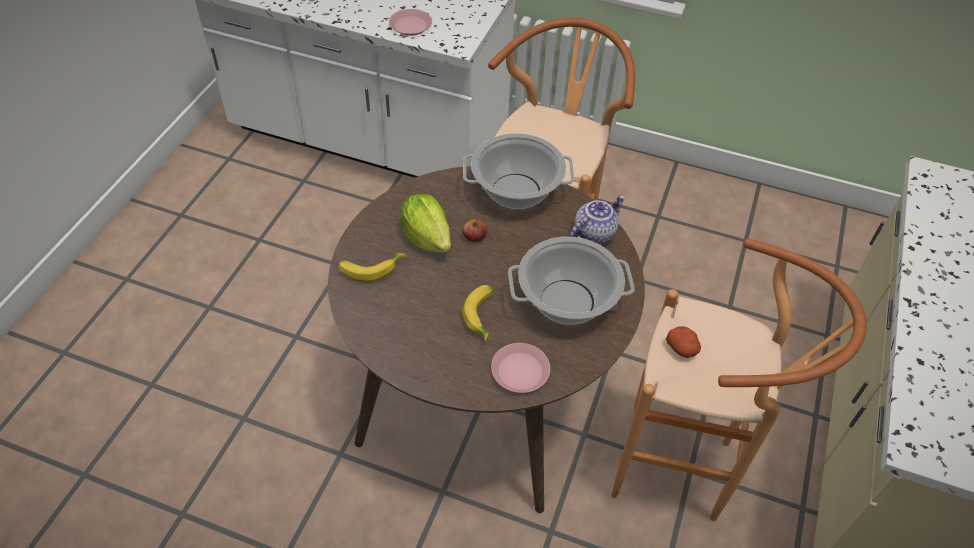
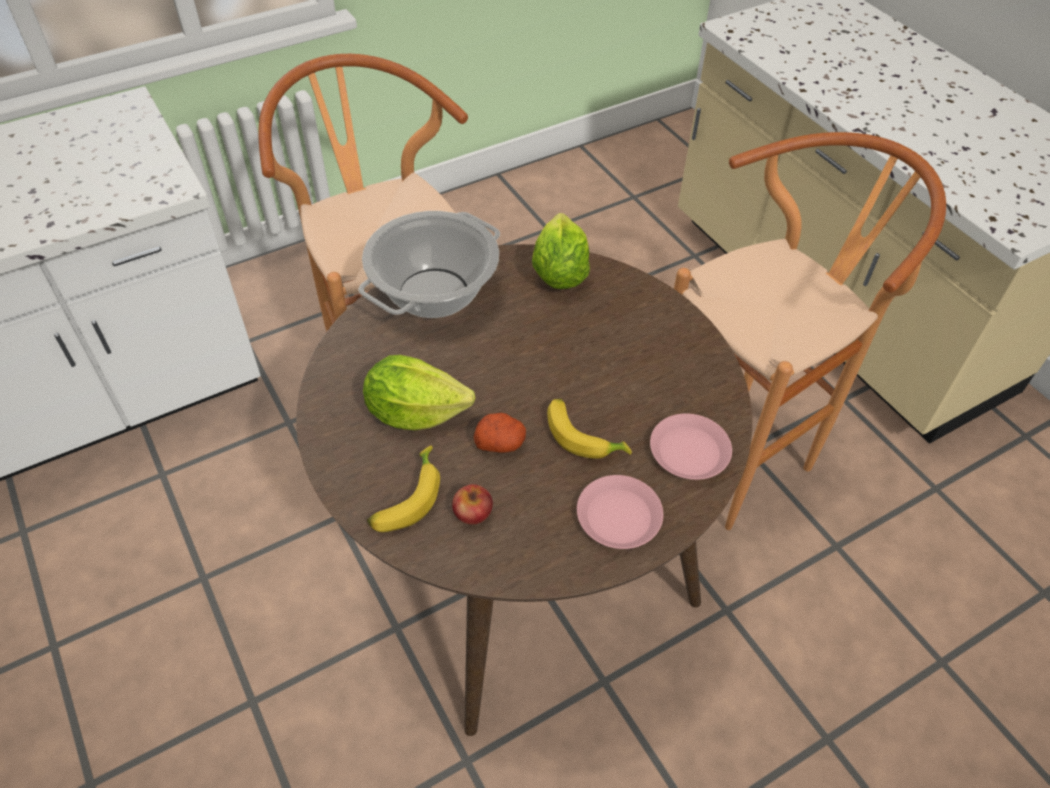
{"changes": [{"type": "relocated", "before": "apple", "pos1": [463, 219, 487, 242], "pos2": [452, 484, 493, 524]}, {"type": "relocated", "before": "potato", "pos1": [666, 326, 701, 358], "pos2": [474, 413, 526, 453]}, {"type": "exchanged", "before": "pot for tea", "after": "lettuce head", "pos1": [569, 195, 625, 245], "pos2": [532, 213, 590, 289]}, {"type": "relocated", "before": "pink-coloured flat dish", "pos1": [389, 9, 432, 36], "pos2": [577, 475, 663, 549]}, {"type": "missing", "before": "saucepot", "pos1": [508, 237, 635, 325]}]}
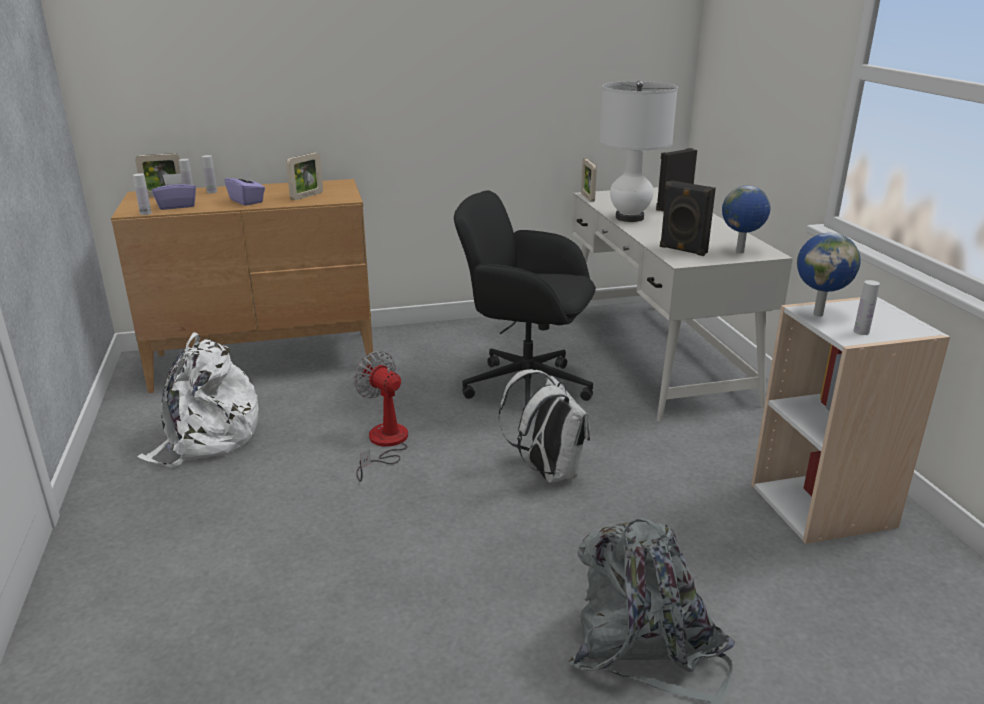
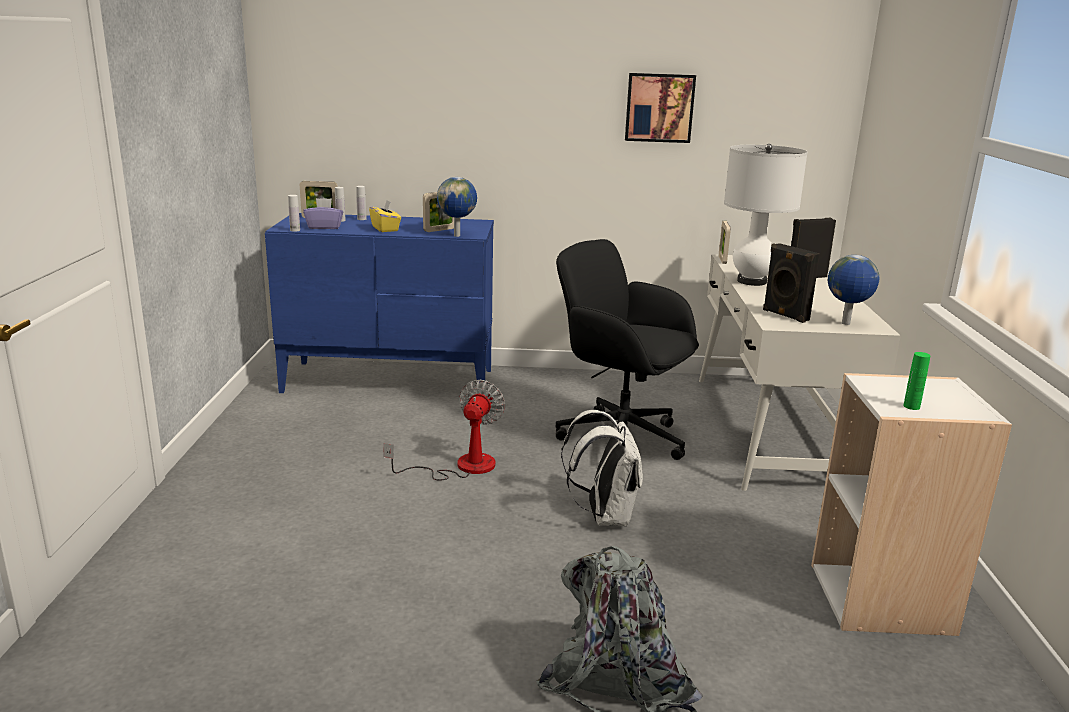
{"changes": [{"type": "colour", "before": "brownish cupboard", "after": "blue-coloured cupboard", "pos1": [111, 179, 373, 393], "pos2": [265, 213, 494, 393]}, {"type": "colour", "before": "purple box of tissues", "after": "yellowish box of tissues", "pos1": [224, 169, 265, 206], "pos2": [369, 200, 401, 232]}, {"type": "spun", "before": "cooling fan", "pos1": [354, 351, 408, 482], "pos2": [383, 380, 505, 481], "turn": 45}, {"type": "relocated", "before": "world globe", "pos1": [797, 233, 861, 317], "pos2": [437, 177, 477, 237]}, {"type": "appeared", "after": "wall art", "pos2": [625, 73, 696, 143]}, {"type": "colour", "before": "white-coloured beverage bottle", "after": "green beverage bottle", "pos1": [854, 280, 880, 335], "pos2": [903, 352, 930, 410]}, {"type": "missing", "before": "white-coloured backpack", "pos1": [137, 332, 259, 468]}]}
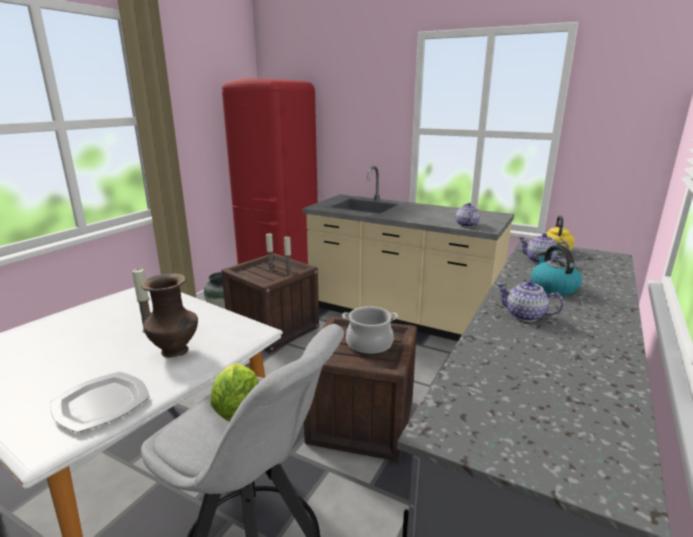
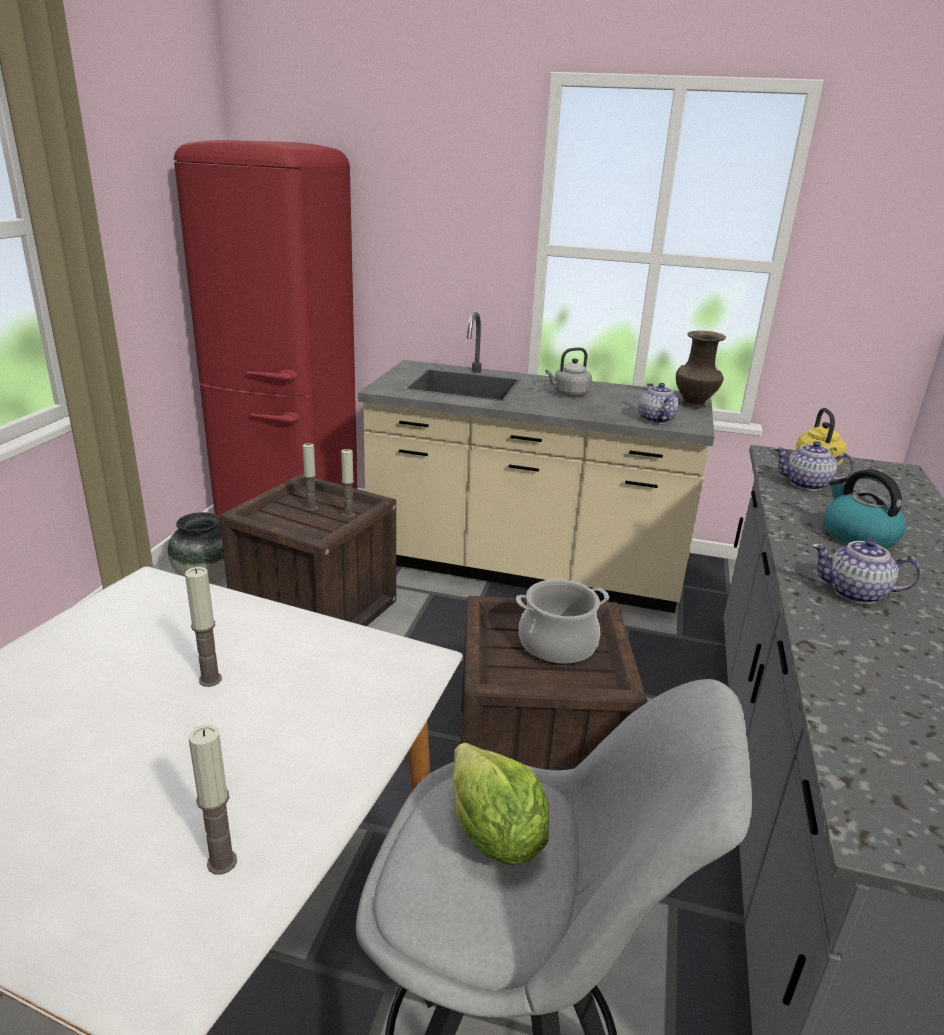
{"changes": [{"type": "exchanged", "before": "flat dish", "after": "wax candle", "pos1": [50, 371, 150, 433], "pos2": [188, 724, 237, 875]}, {"type": "appeared", "after": "gray kettle", "pos2": [546, 348, 592, 397]}, {"type": "relocated", "before": "brownish flower vase", "pos1": [141, 273, 198, 358], "pos2": [676, 331, 726, 408]}]}
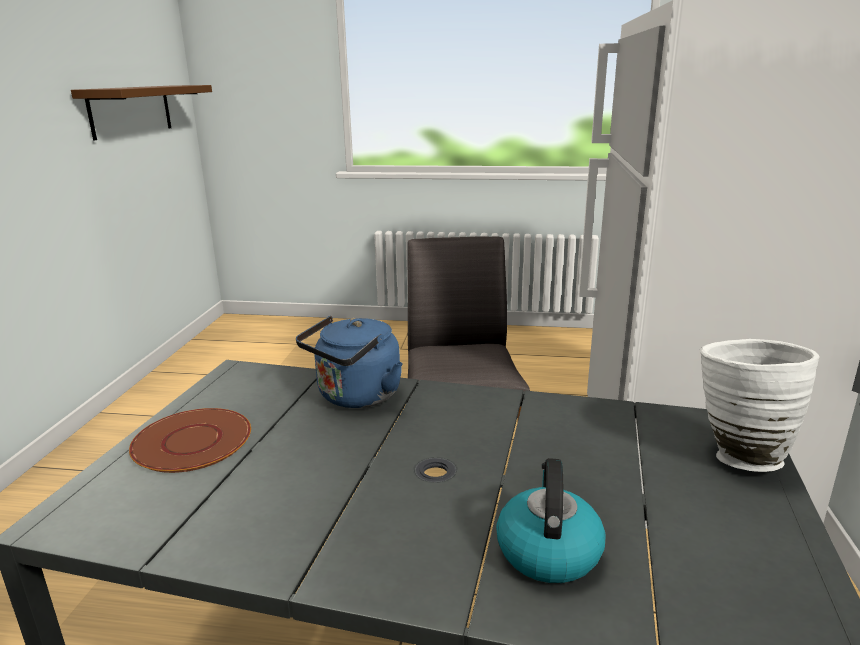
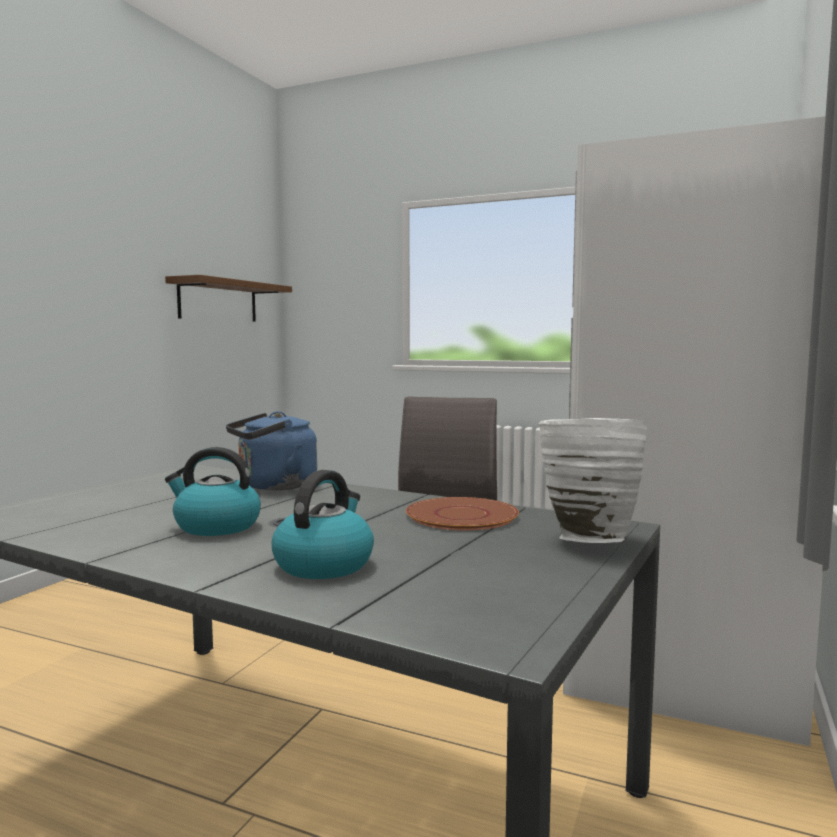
{"changes": [{"type": "appeared", "after": "kettle", "pos2": [165, 447, 261, 536]}, {"type": "relocated", "before": "brownish flat dish", "pos1": [129, 408, 251, 473], "pos2": [406, 497, 519, 530]}]}
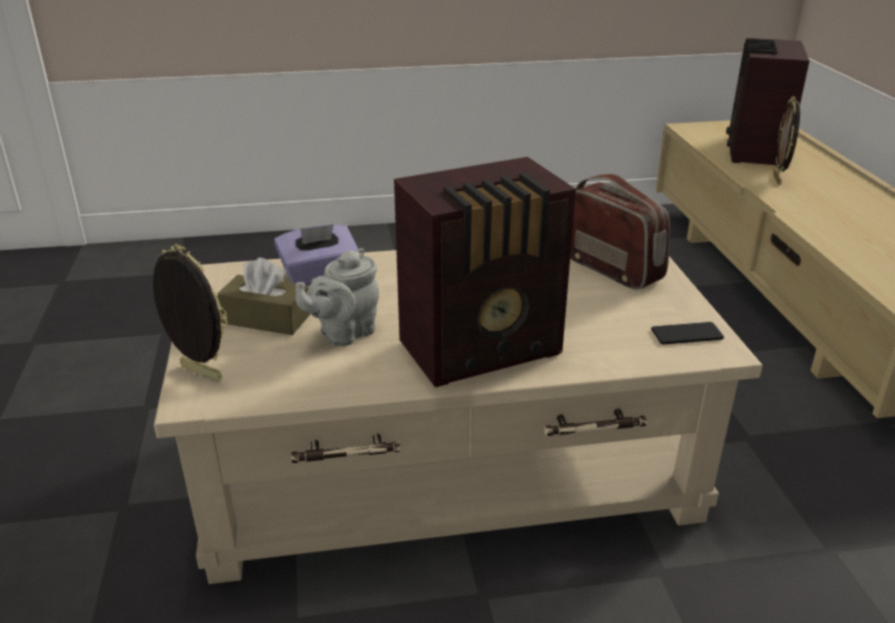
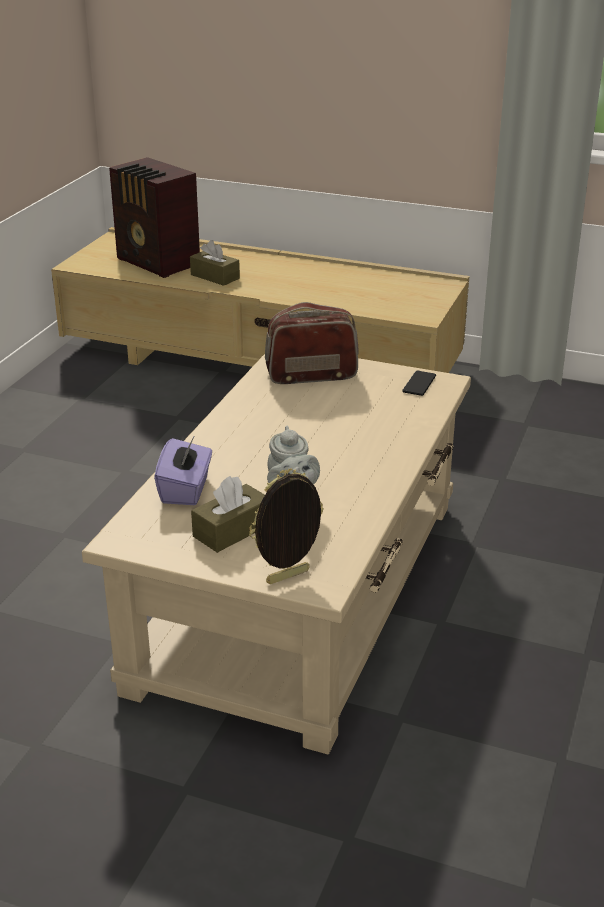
{"changes": [{"type": "exchanged", "before": "standing frame", "after": "brownish box of tissues", "pos1": [773, 96, 800, 185], "pos2": [190, 240, 240, 286]}, {"type": "missing", "before": "radio set", "pos1": [394, 157, 576, 387]}]}
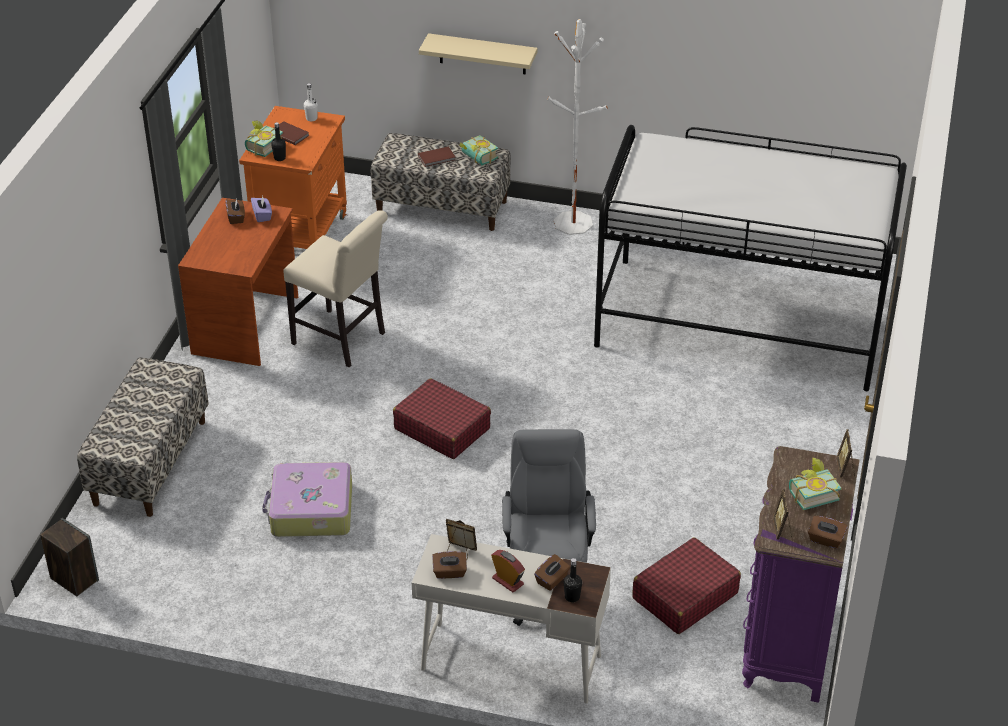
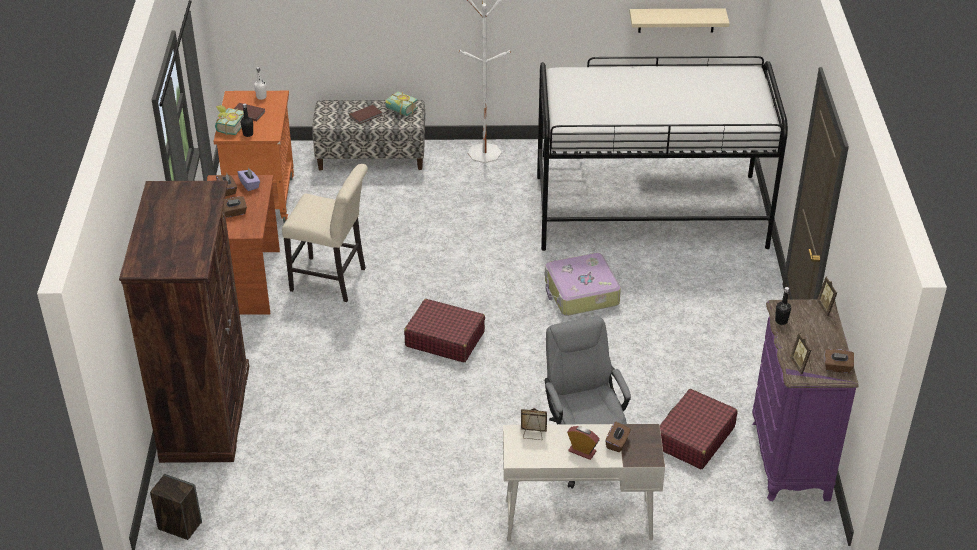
{"changes": [{"type": "exchanged", "before": "bench", "after": "brownish wardrobe", "pos1": [77, 357, 209, 517], "pos2": [119, 181, 249, 463]}, {"type": "relocated", "before": "brownish box of tissues", "pos1": [432, 551, 467, 579], "pos2": [224, 196, 247, 218]}, {"type": "relocated", "before": "piece of luggage", "pos1": [262, 462, 352, 537], "pos2": [545, 253, 621, 316]}, {"type": "relocated", "before": "beige bracket shelf", "pos1": [419, 33, 538, 74], "pos2": [629, 8, 730, 33]}, {"type": "relocated", "before": "black beverage bottle", "pos1": [564, 558, 582, 602], "pos2": [775, 287, 791, 325]}, {"type": "missing", "before": "book", "pos1": [789, 458, 842, 510]}]}
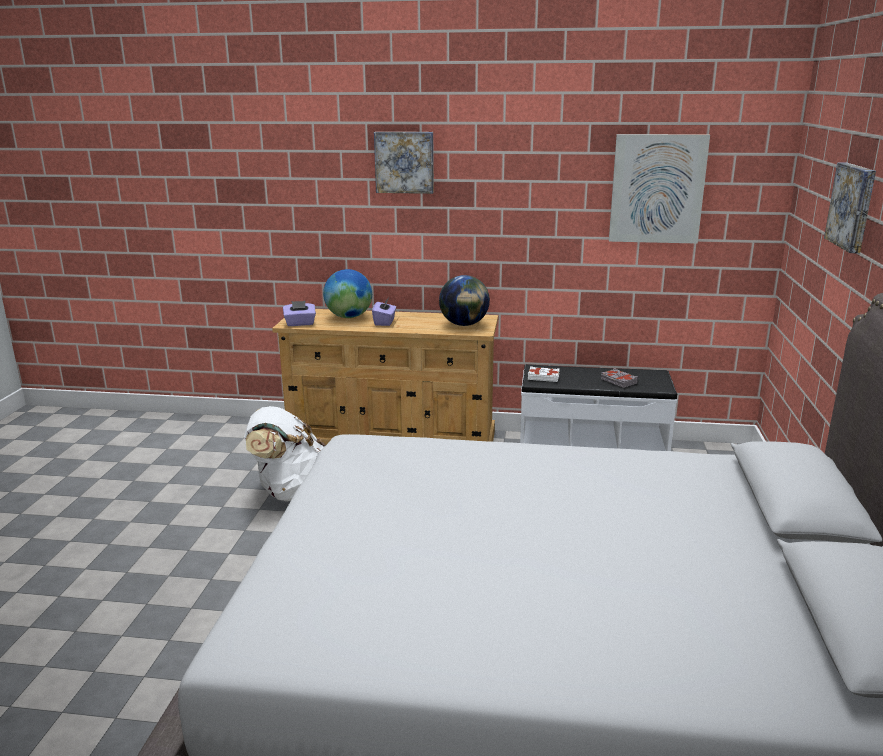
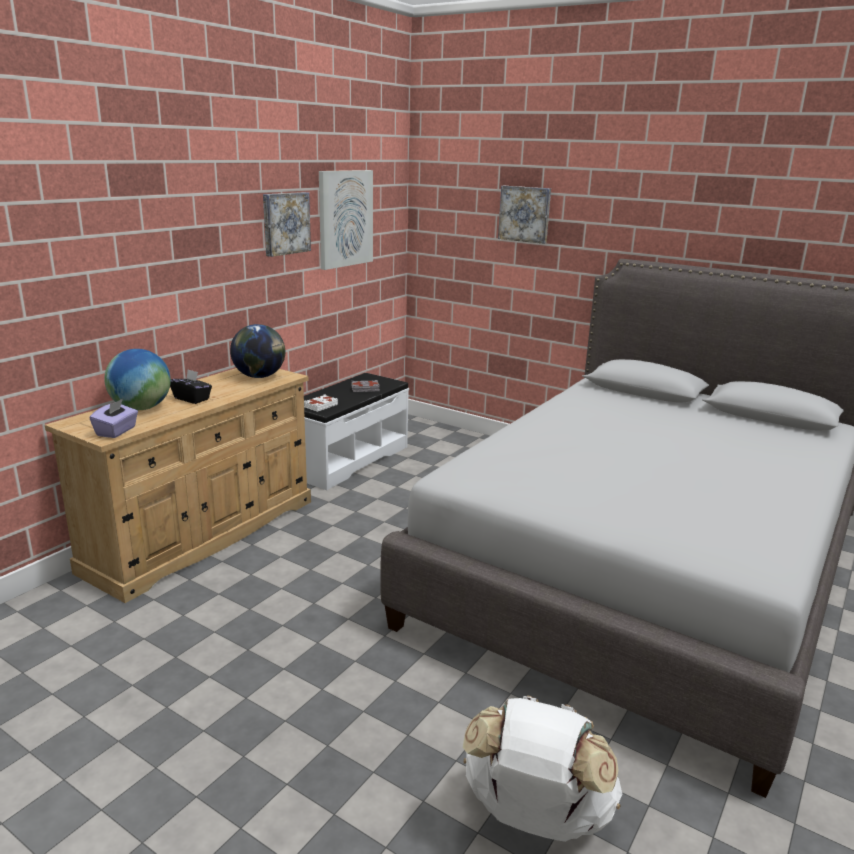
{"changes": [{"type": "colour", "before": "purple box of tissues", "after": "black box of tissues", "pos1": [372, 298, 396, 326], "pos2": [170, 369, 212, 404]}, {"type": "relocated", "before": "wall art", "pos1": [374, 132, 434, 194], "pos2": [263, 192, 311, 257]}, {"type": "relocated", "before": "white-coloured backpack", "pos1": [244, 406, 326, 502], "pos2": [463, 695, 622, 842]}]}
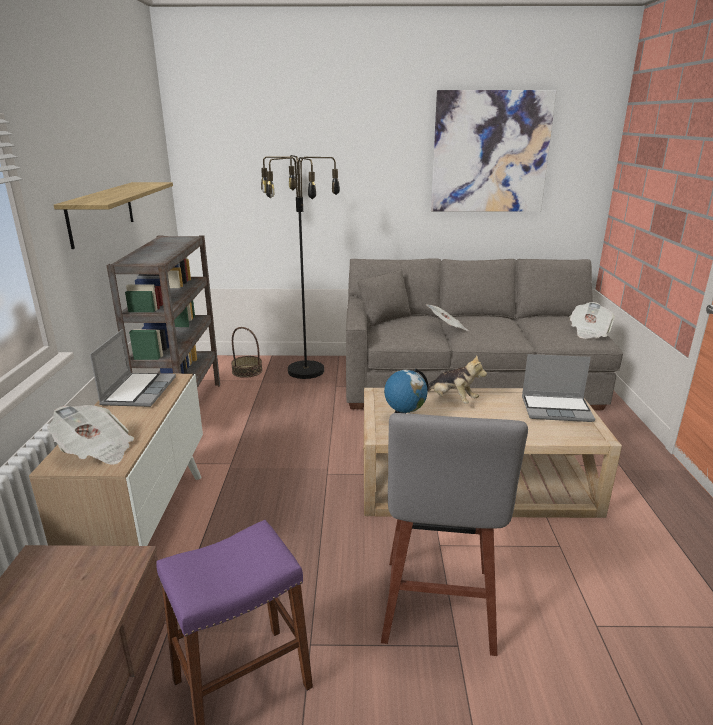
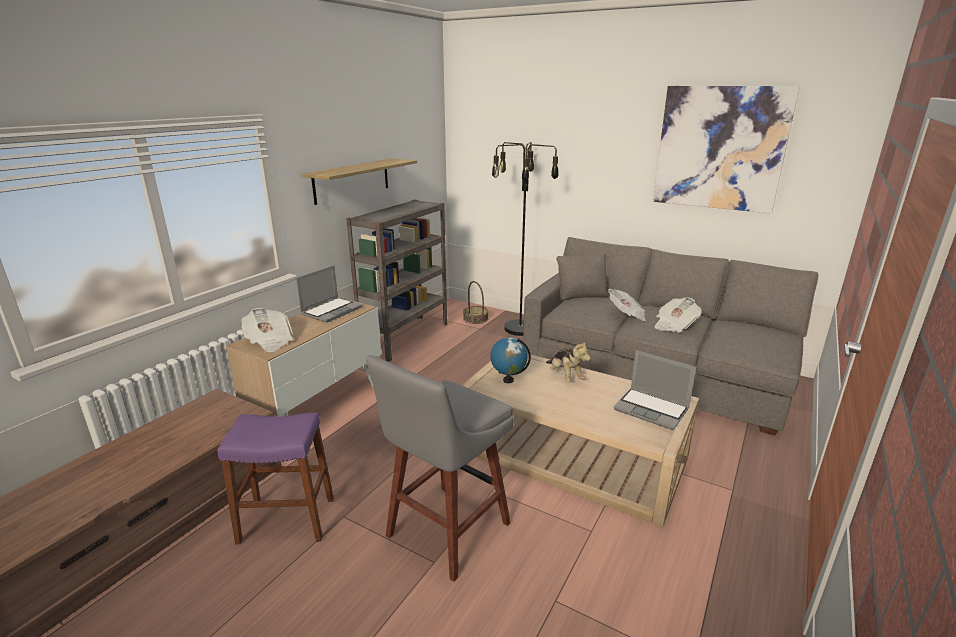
{"changes": [{"type": "relocated", "before": "daily paper", "pos1": [569, 302, 615, 339], "pos2": [654, 298, 702, 333]}]}
